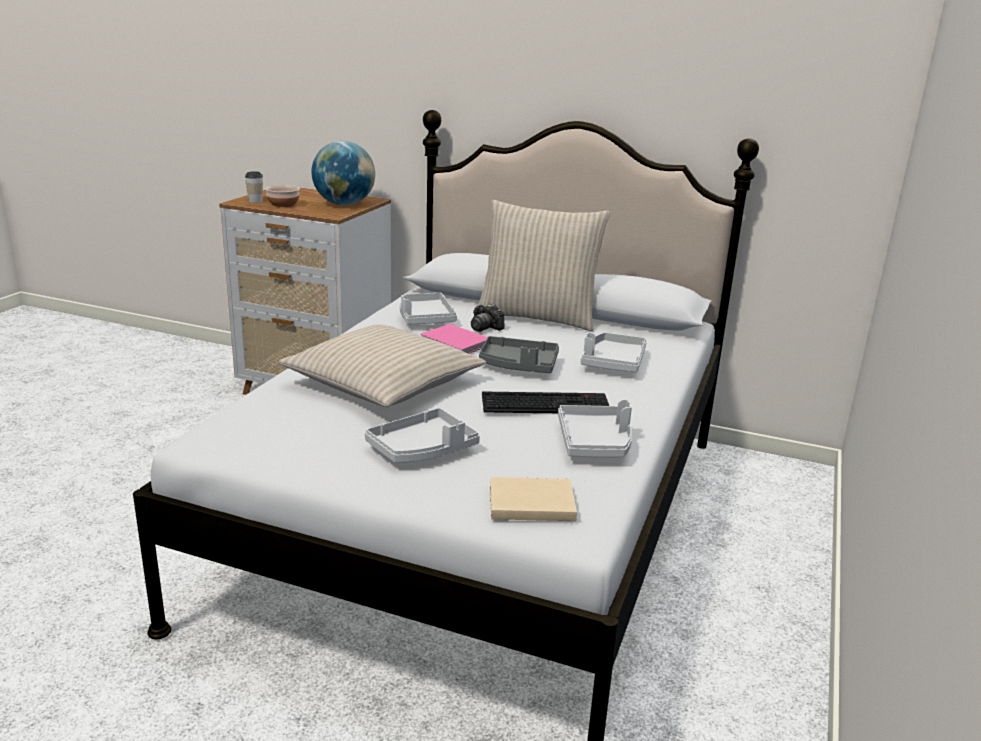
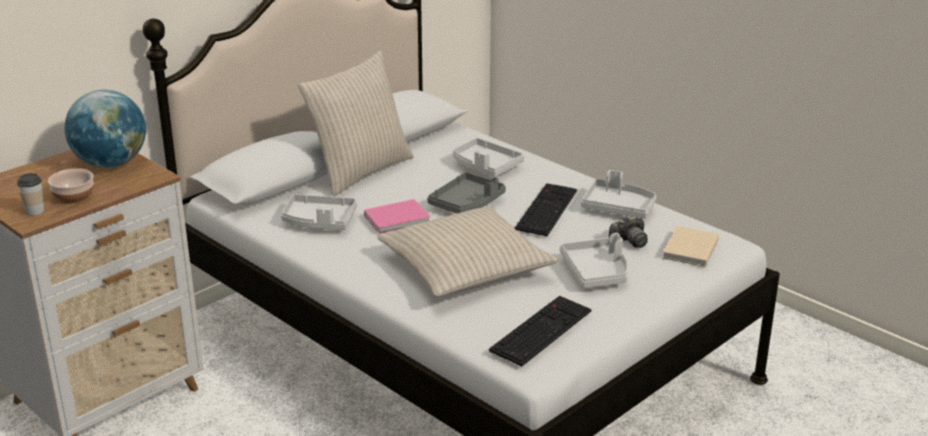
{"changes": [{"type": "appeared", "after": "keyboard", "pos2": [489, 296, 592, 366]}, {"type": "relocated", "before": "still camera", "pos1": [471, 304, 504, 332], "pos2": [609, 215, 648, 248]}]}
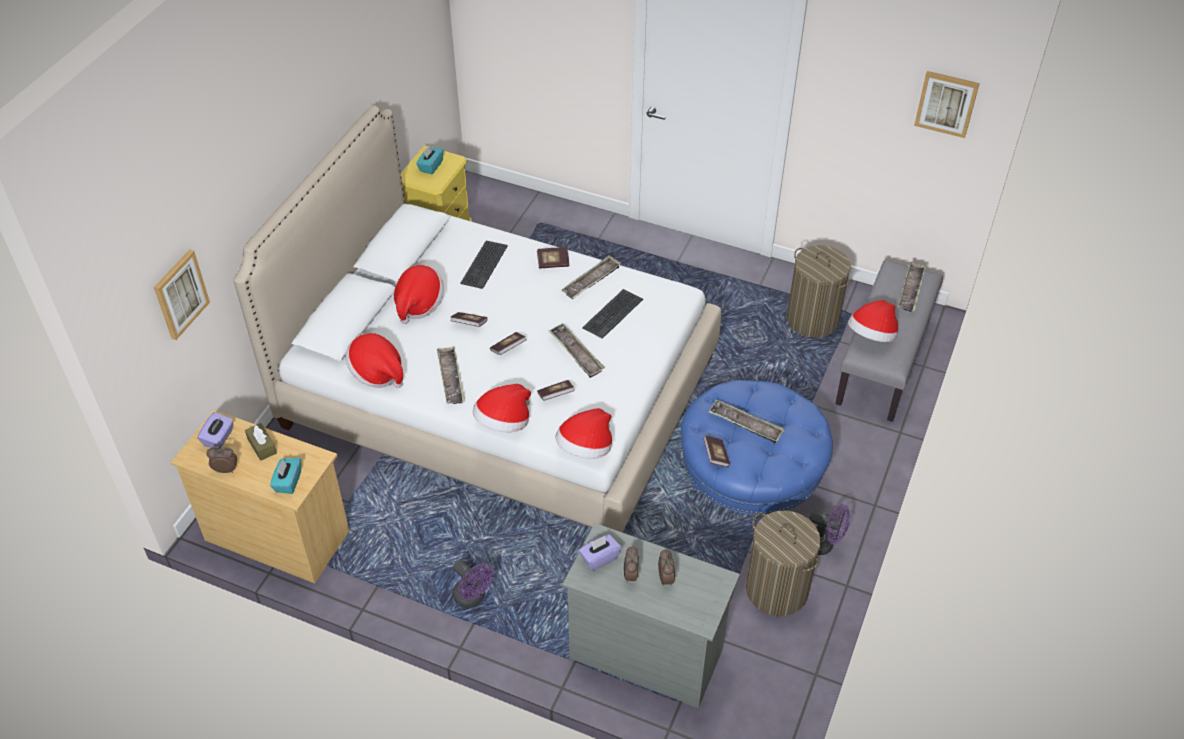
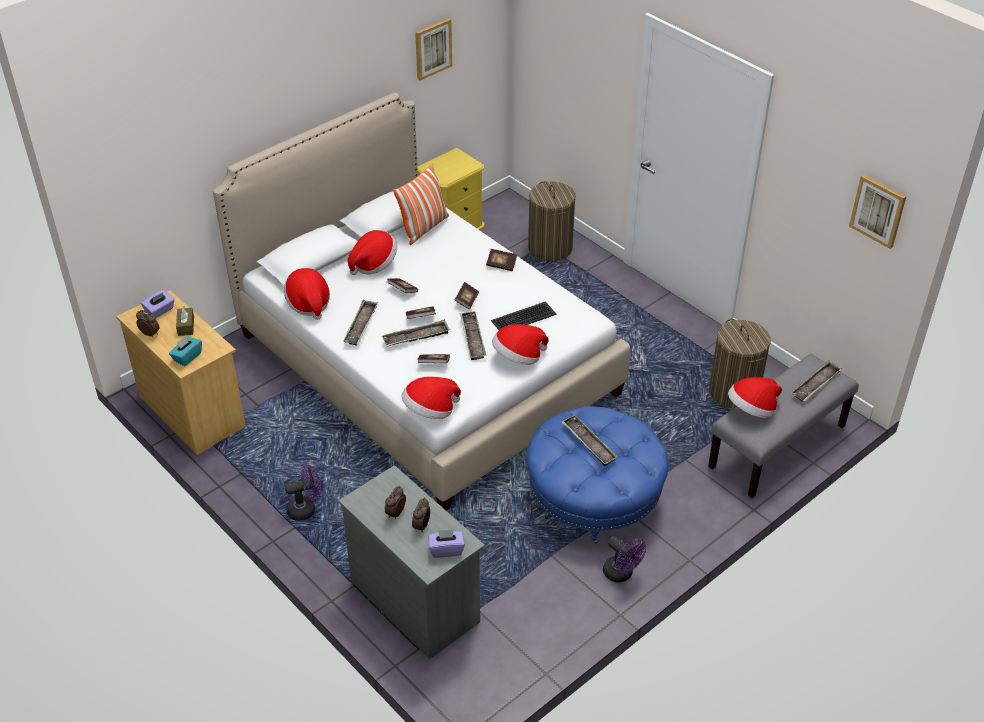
{"changes": [{"type": "spun", "before": "purple cooling fan", "pos1": [452, 560, 494, 608], "pos2": [285, 465, 321, 521], "turn": -90}, {"type": "relocated", "before": "serving tray", "pos1": [561, 255, 621, 299], "pos2": [382, 320, 450, 347]}, {"type": "appeared", "after": "cushion", "pos2": [393, 164, 449, 245]}, {"type": "relocated", "before": "wall art", "pos1": [154, 249, 210, 340], "pos2": [415, 18, 452, 80]}, {"type": "relocated", "before": "purple box of tissues", "pos1": [579, 534, 621, 571], "pos2": [428, 530, 465, 558]}, {"type": "relocated", "before": "book", "pos1": [703, 435, 730, 467], "pos2": [455, 282, 479, 309]}, {"type": "relocated", "before": "wearable hat", "pos1": [473, 384, 531, 432], "pos2": [492, 324, 549, 365]}, {"type": "relocated", "before": "washing basket", "pos1": [746, 511, 821, 616], "pos2": [528, 181, 576, 261]}, {"type": "missing", "before": "blue-green box of tissues", "pos1": [416, 145, 444, 174]}, {"type": "missing", "before": "keyboard", "pos1": [460, 241, 508, 289]}]}
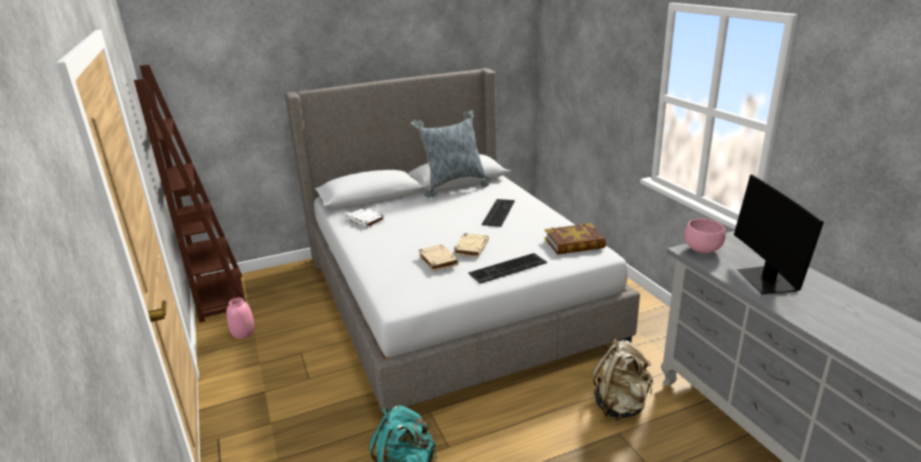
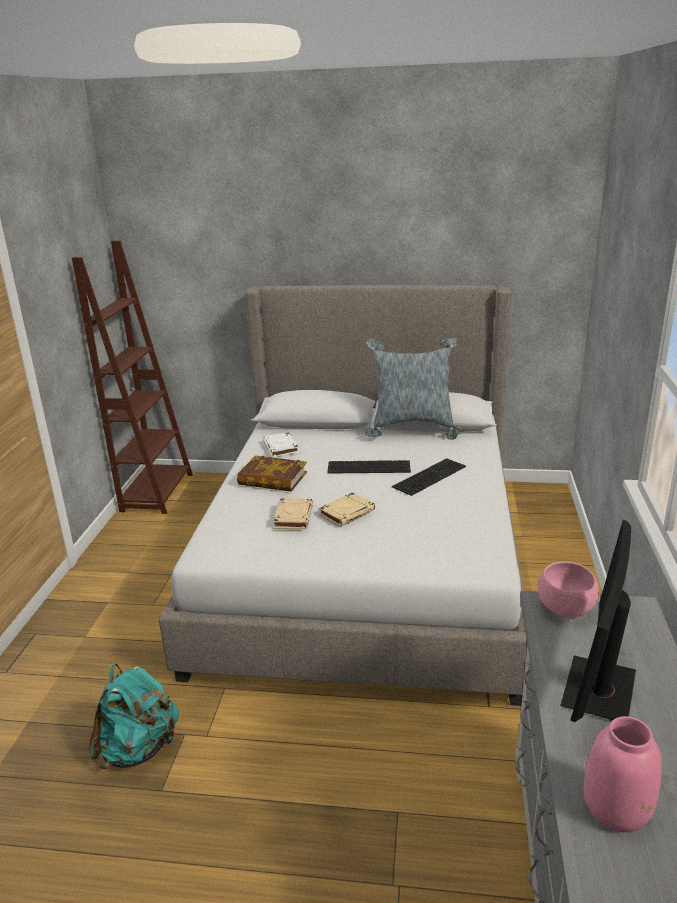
{"changes": [{"type": "relocated", "before": "book", "pos1": [545, 223, 606, 254], "pos2": [237, 455, 307, 492]}, {"type": "relocated", "before": "keyboard", "pos1": [468, 253, 547, 284], "pos2": [327, 460, 411, 474]}, {"type": "relocated", "before": "pink-coloured flower vase", "pos1": [226, 298, 255, 339], "pos2": [584, 716, 662, 833]}, {"type": "missing", "before": "beige backpack", "pos1": [592, 339, 653, 420]}]}
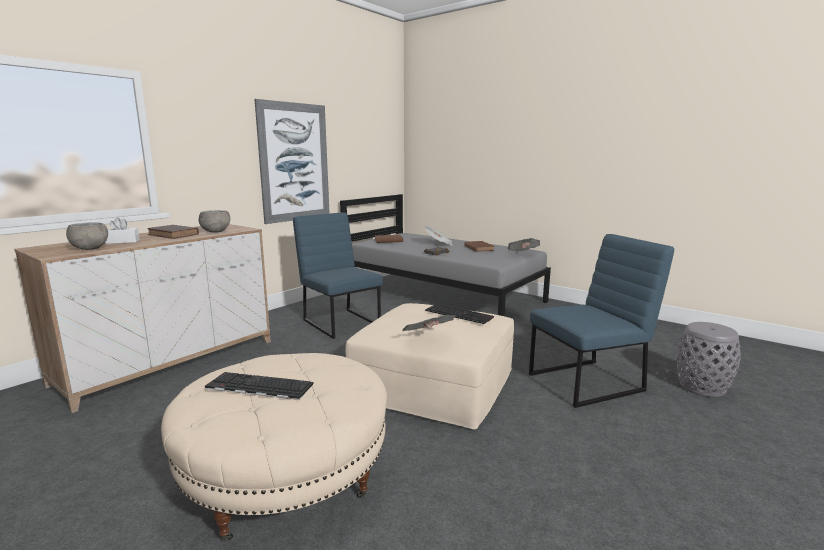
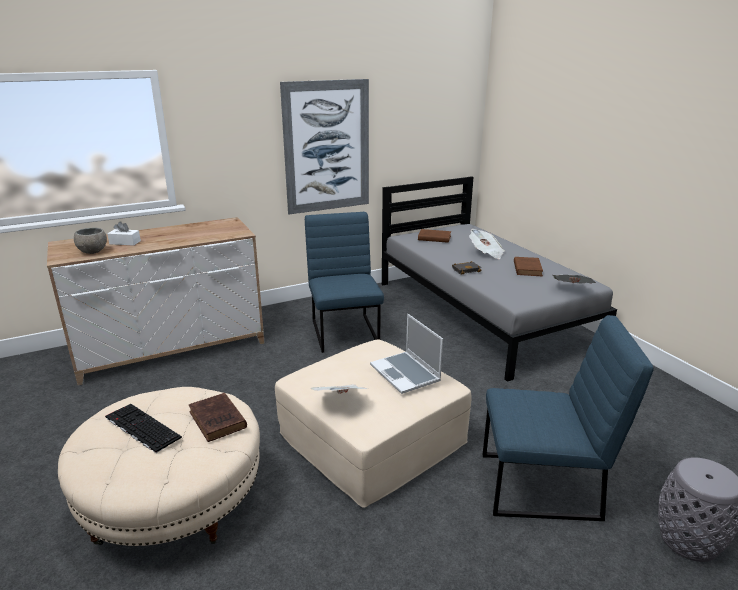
{"changes": [{"type": "relocated", "before": "brownish book", "pos1": [147, 225, 199, 239], "pos2": [189, 393, 247, 442]}, {"type": "exchanged", "before": "keyboard", "after": "laptop", "pos1": [425, 304, 494, 324], "pos2": [370, 314, 443, 394]}, {"type": "missing", "before": "gray serving bowl", "pos1": [199, 210, 230, 232]}]}
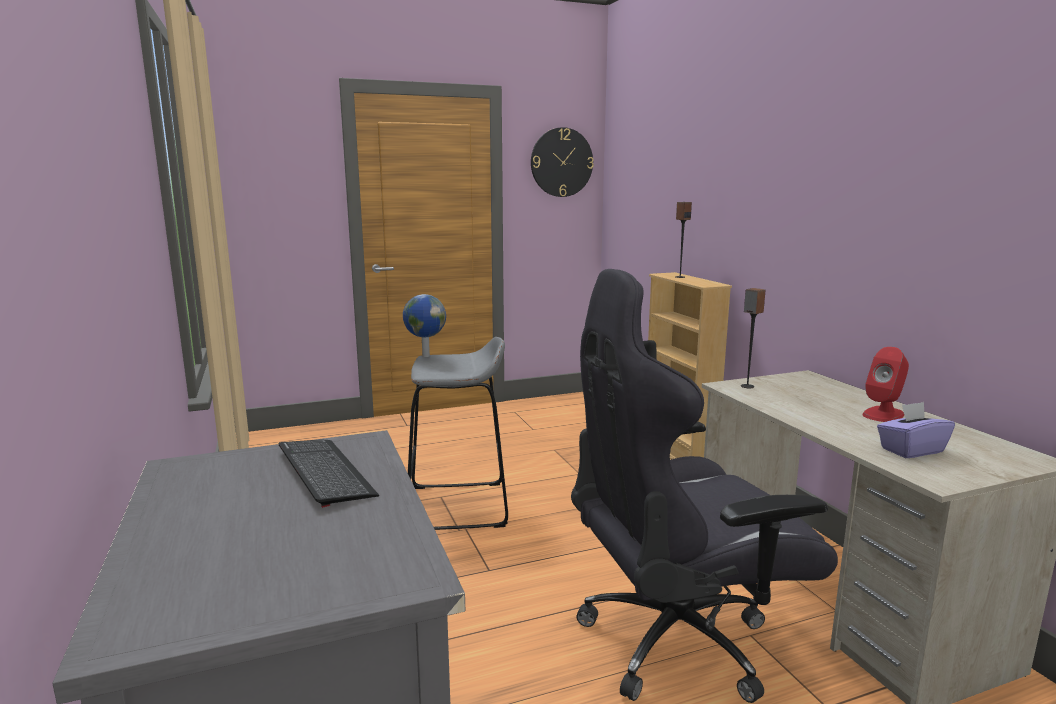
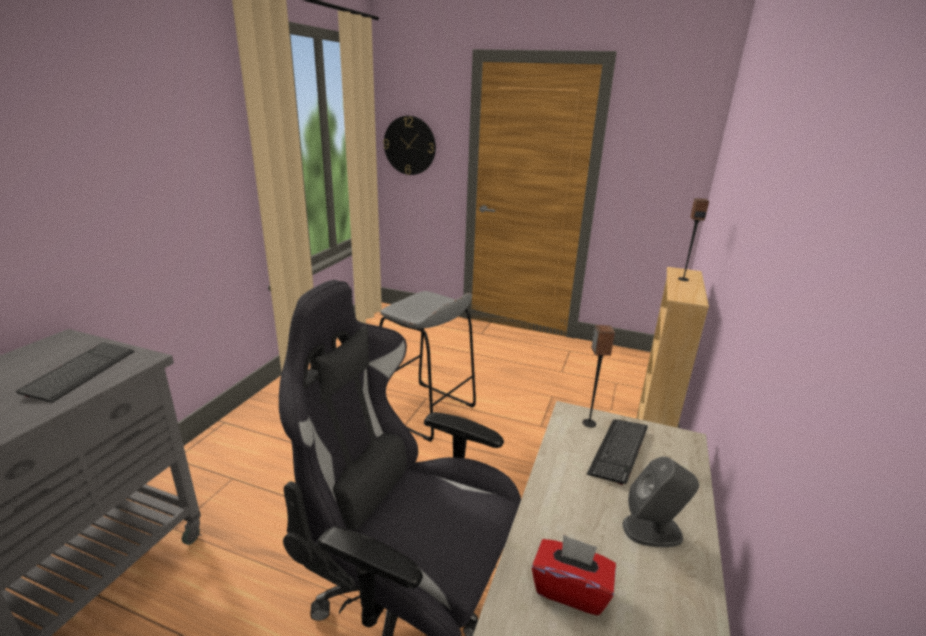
{"changes": [{"type": "relocated", "before": "wall clock", "pos1": [531, 127, 594, 197], "pos2": [383, 116, 436, 175]}, {"type": "colour", "before": "purple box of tissues", "after": "red box of tissues", "pos1": [877, 402, 955, 458], "pos2": [532, 534, 616, 615]}, {"type": "appeared", "after": "keyboard", "pos2": [587, 419, 648, 485]}, {"type": "colour", "before": "red loudspeaker", "after": "gray loudspeaker", "pos1": [862, 347, 909, 422], "pos2": [623, 456, 699, 547]}, {"type": "missing", "before": "world globe", "pos1": [403, 294, 446, 357]}]}
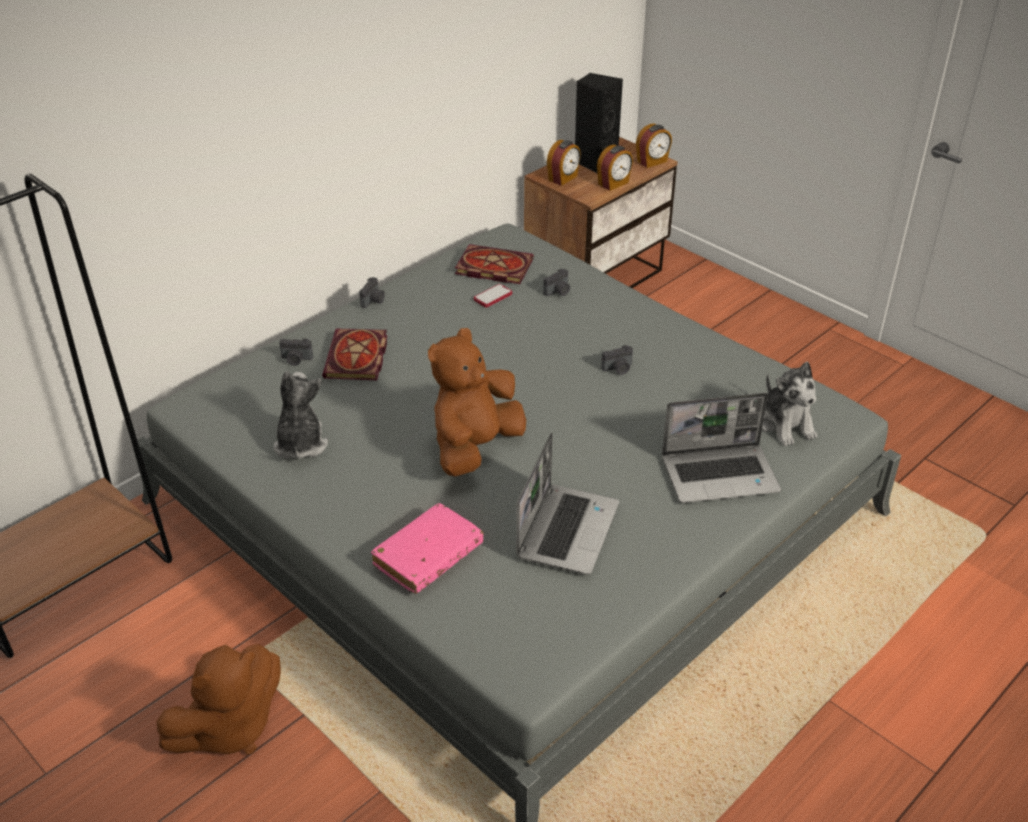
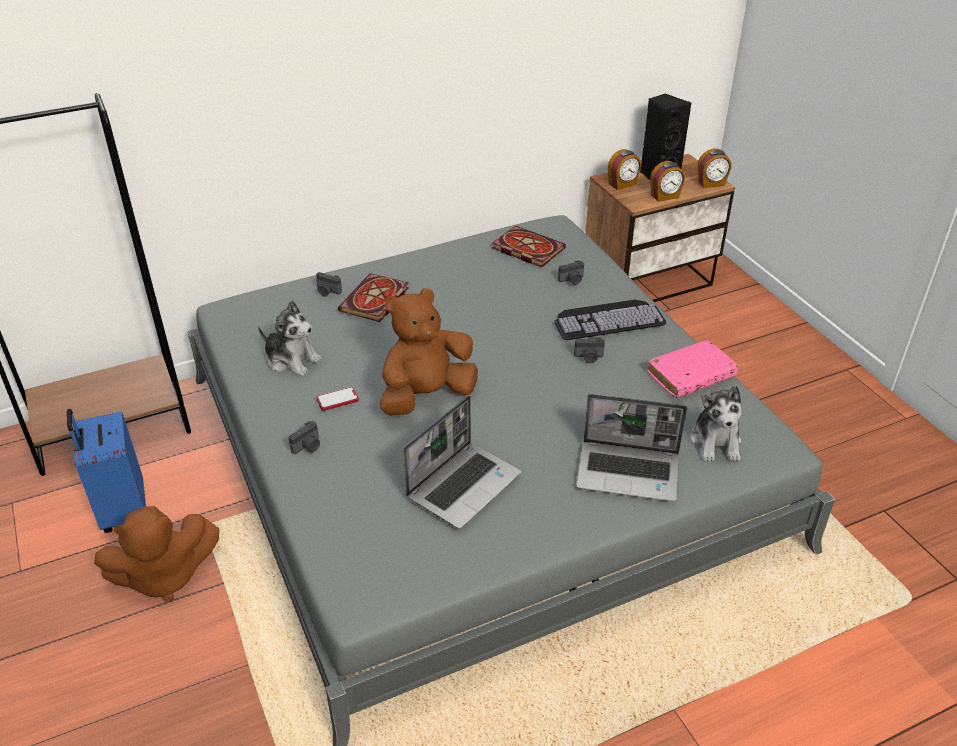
{"changes": [{"type": "appeared", "after": "blue-coloured piece of luggage", "pos2": [67, 409, 146, 533]}, {"type": "spun", "before": "cuddly toy", "pos1": [274, 371, 328, 459], "pos2": [258, 300, 322, 376], "turn": 105}, {"type": "relocated", "before": "still camera", "pos1": [359, 277, 385, 308], "pos2": [288, 421, 320, 454]}, {"type": "relocated", "before": "telephone", "pos1": [474, 284, 512, 308], "pos2": [317, 387, 359, 411]}, {"type": "appeared", "after": "keyboard", "pos2": [554, 300, 666, 340]}, {"type": "relocated", "before": "pink-coloured book", "pos1": [371, 503, 483, 594], "pos2": [647, 340, 739, 398]}]}
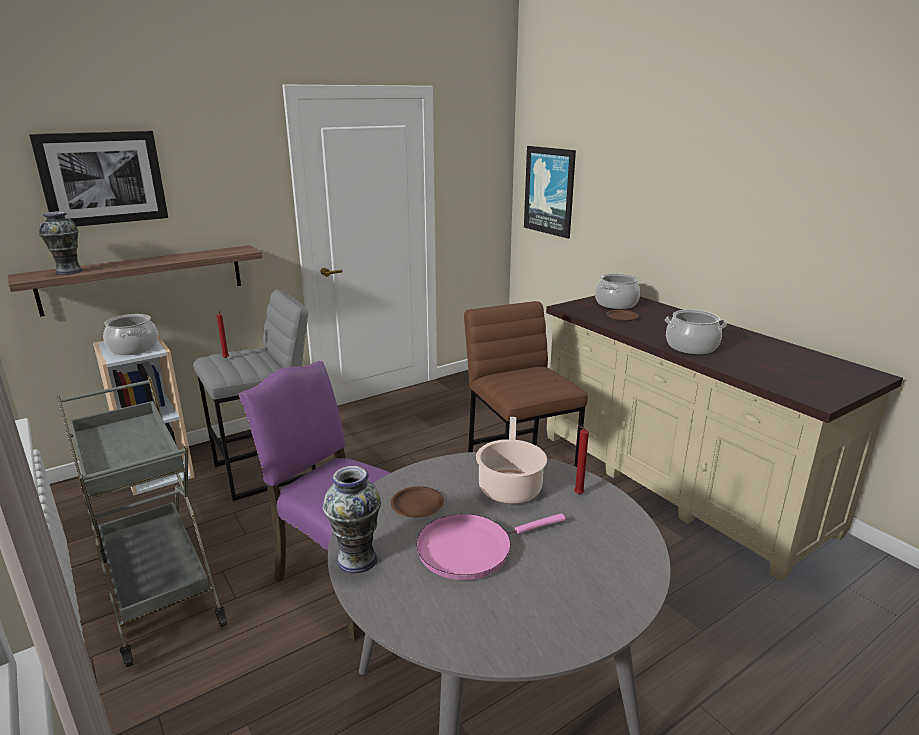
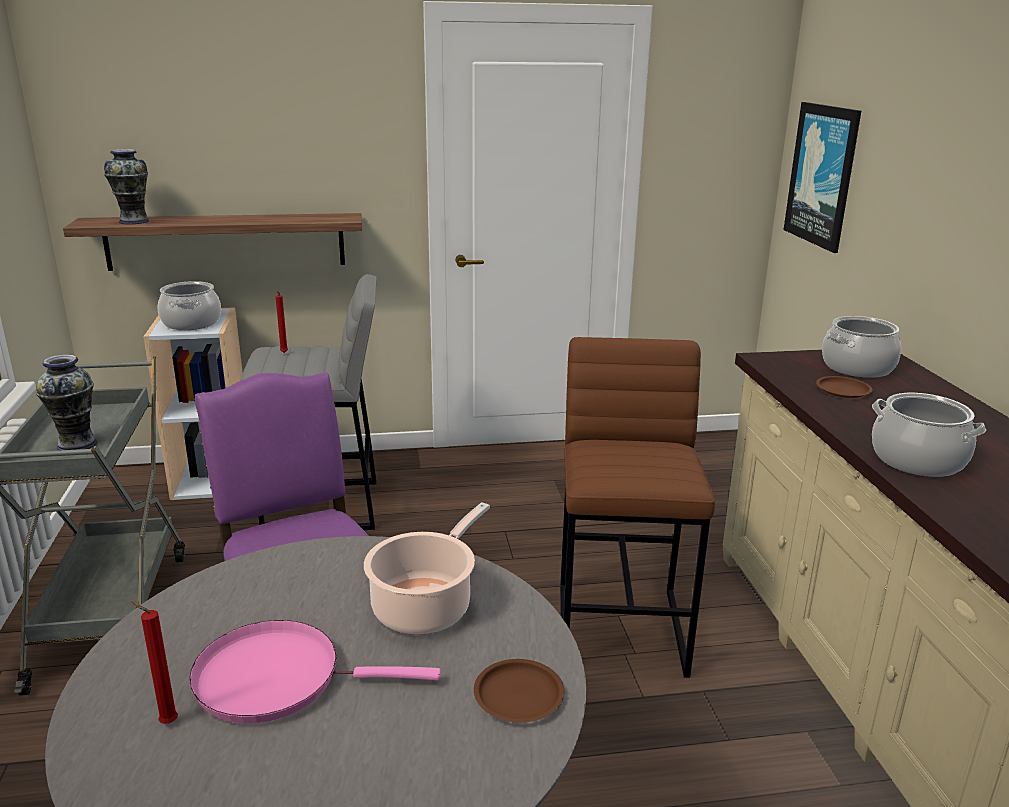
{"changes": [{"type": "relocated", "before": "flower vase", "pos1": [323, 466, 381, 573], "pos2": [36, 355, 97, 451]}, {"type": "relocated", "before": "red wax candle", "pos1": [574, 425, 589, 494], "pos2": [130, 601, 178, 724]}, {"type": "relocated", "before": "brownish flat dish", "pos1": [391, 486, 444, 518], "pos2": [474, 659, 564, 723]}, {"type": "missing", "before": "wall art", "pos1": [29, 131, 168, 227]}]}
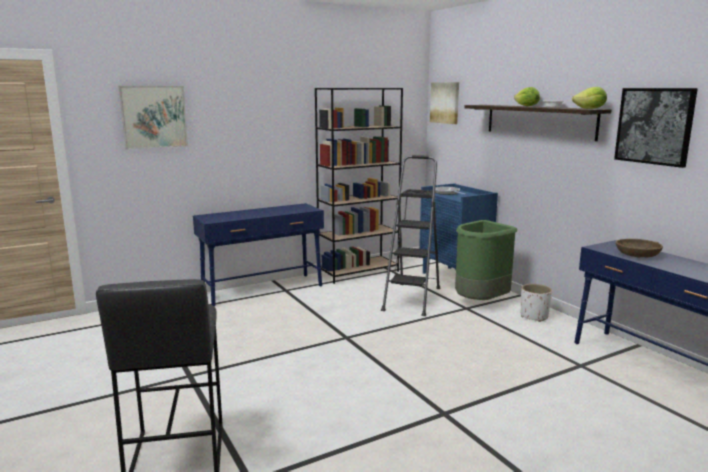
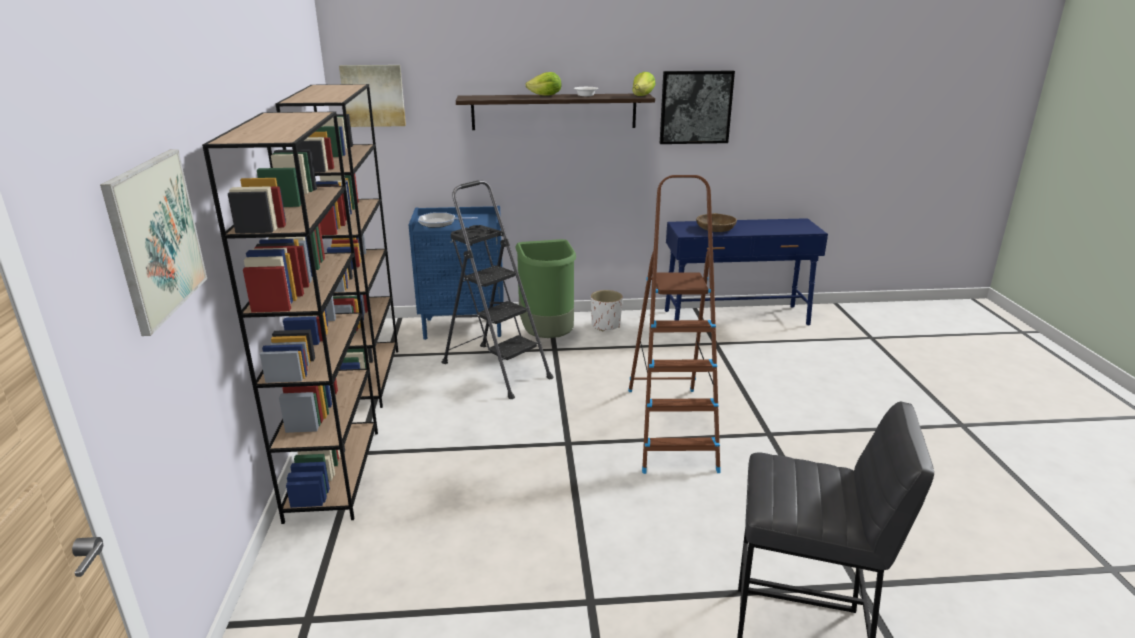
{"changes": [{"type": "exchanged", "before": "blue-coloured hall table", "after": "beige bookshelf", "pos1": [193, 203, 324, 306], "pos2": [202, 112, 378, 524]}, {"type": "appeared", "after": "brownish step stool", "pos2": [628, 175, 721, 474]}]}
